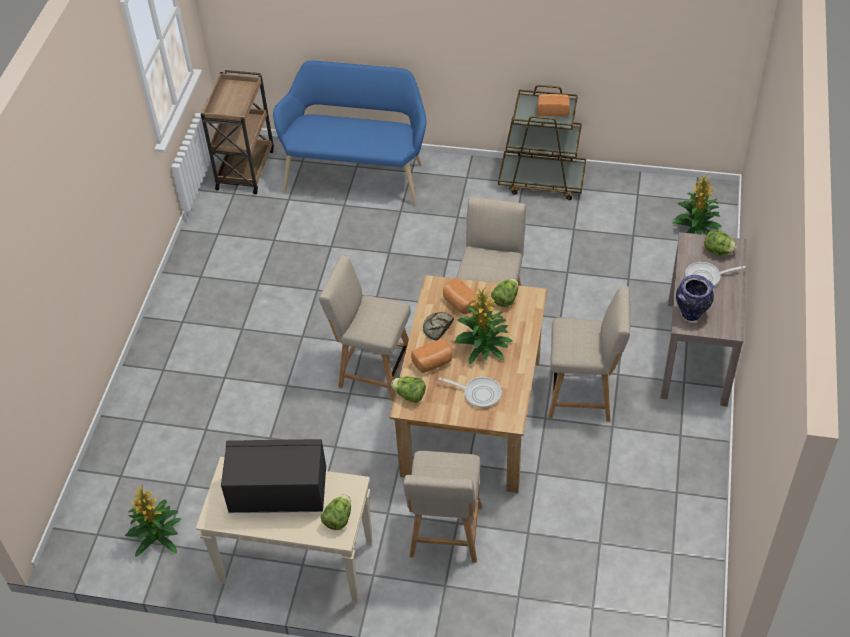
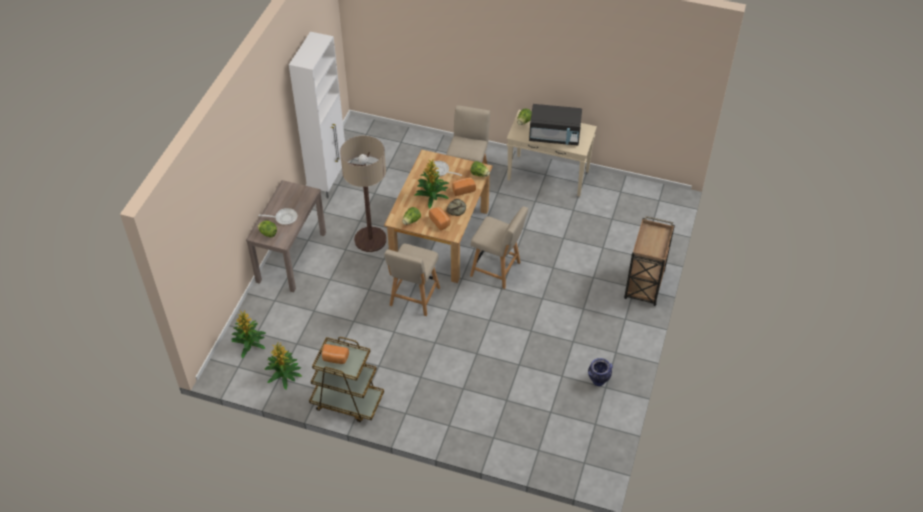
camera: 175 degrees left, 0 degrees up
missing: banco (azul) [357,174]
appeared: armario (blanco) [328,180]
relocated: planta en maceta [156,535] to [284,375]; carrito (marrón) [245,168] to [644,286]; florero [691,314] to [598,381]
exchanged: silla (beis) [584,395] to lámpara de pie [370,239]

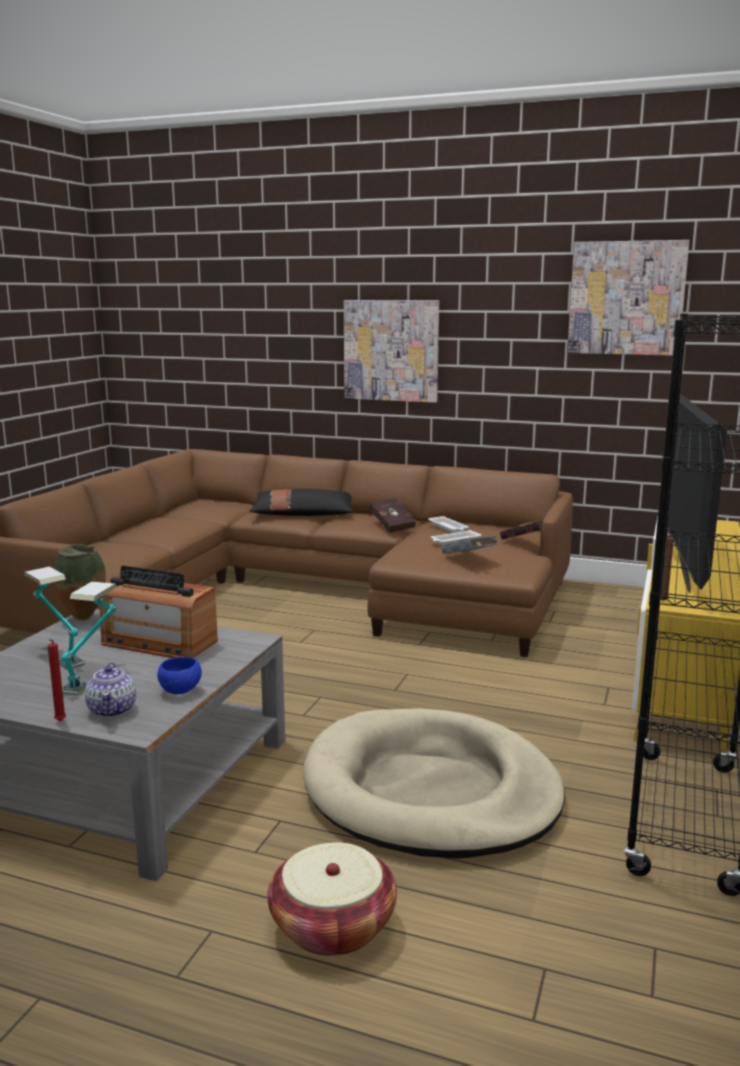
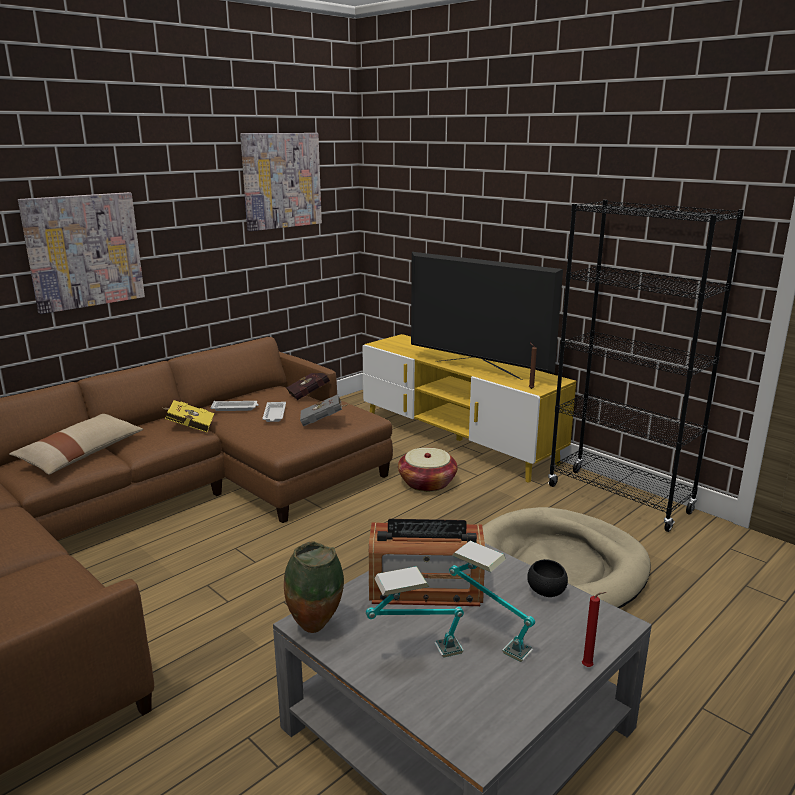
camera: 65 degrees left, 5 degrees up
missing: tetera [113,710]
relocated: cesta [332,926] to [427,483]
colour: cuenco (azul) [180,691] to cuenco (negro) [546,592]; cojín (negro) [303,514] to cojín (beis) [81,454]; libro (rojo) [391,526] to libro (amarillo) [189,427]
spun: radio [159,643] = [425,588] 45 degrees clockwise

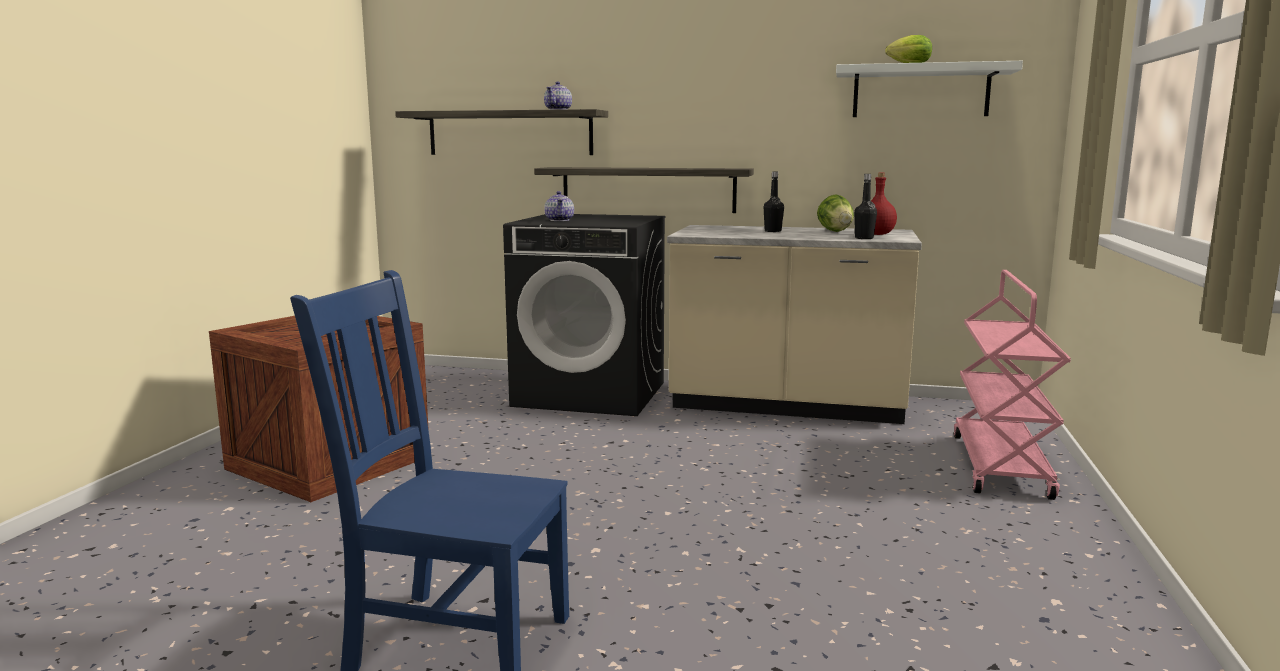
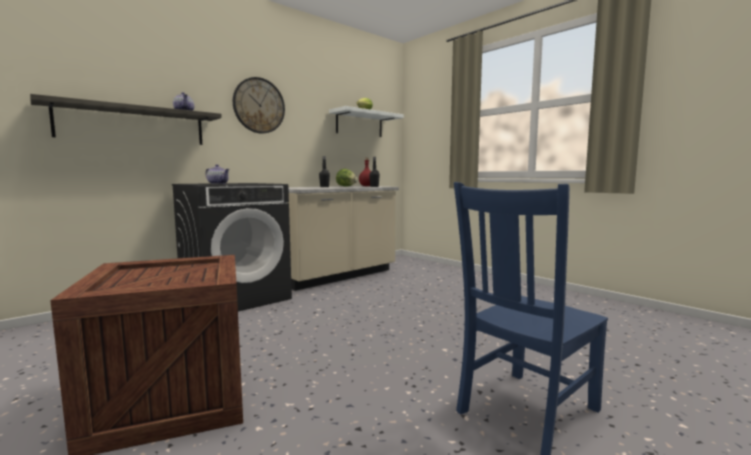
camera: 55 degrees left, 5 degrees down
missing: estante [648,189]; carrito (rosa) [1001,467]
appeared: reloj de pared [259,105]

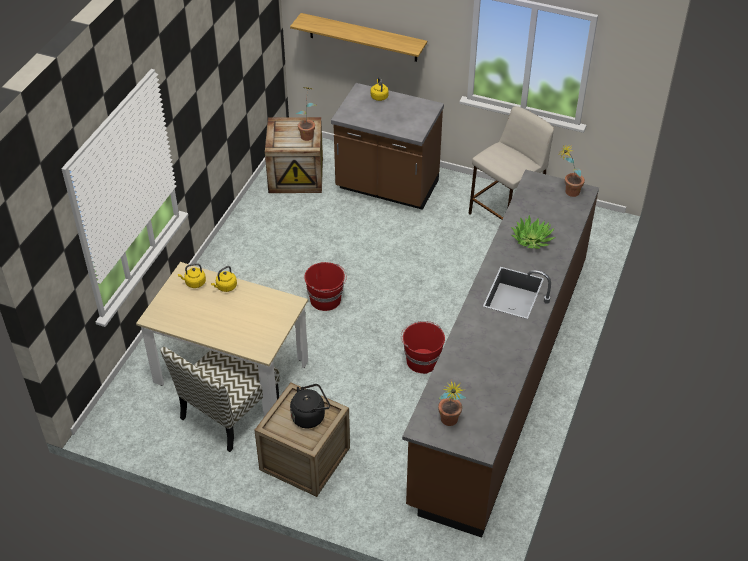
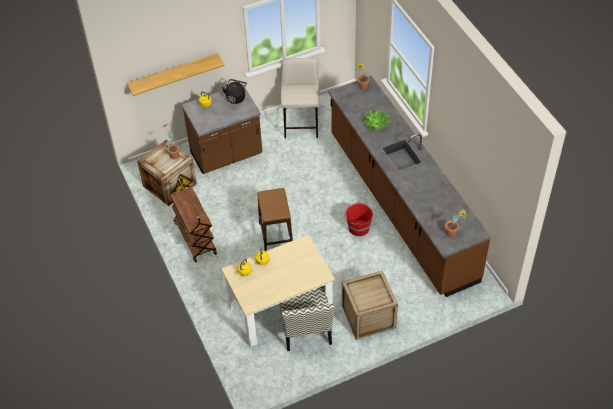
camera: 45 degrees left, 5 degrees up
appeared: carrito (marrón) [194,237]
relocated: hervidor (negro) [310,416] to [236,97]
exchanged: cubo (rojo) [326,300] to taburete [276,236]

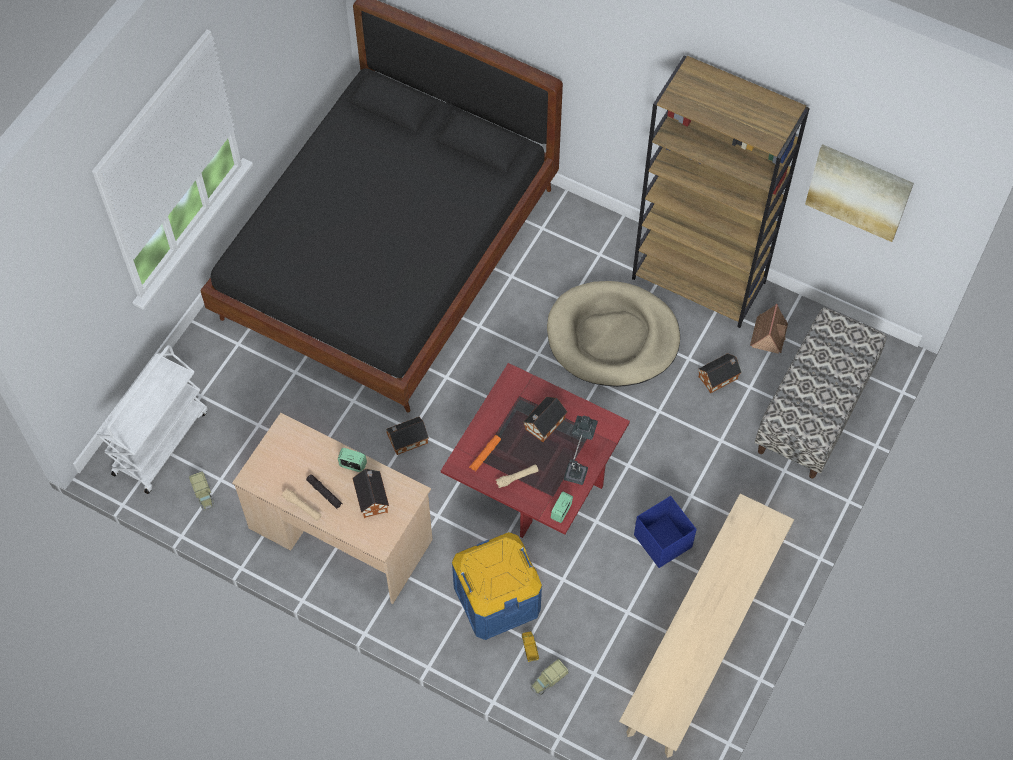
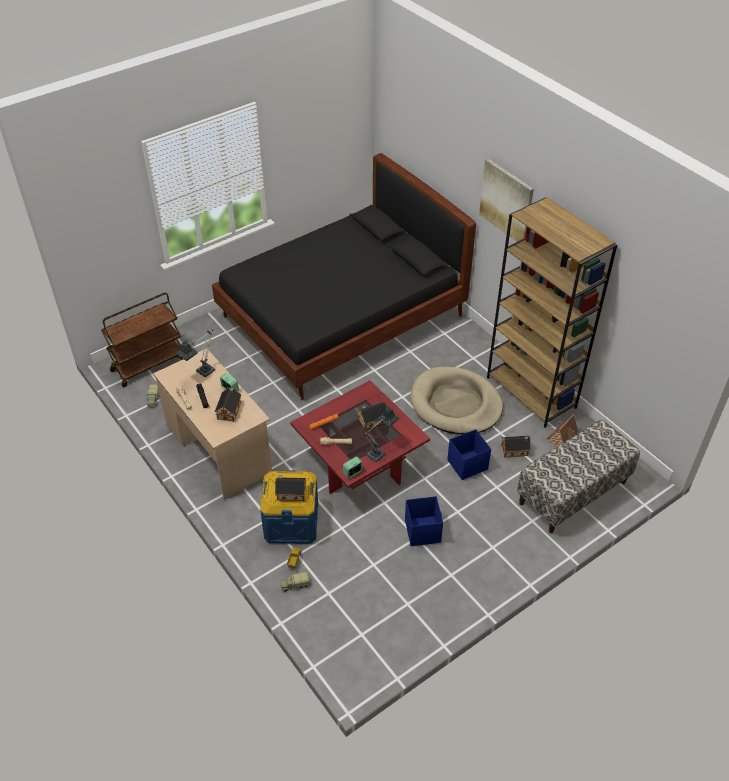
camera: 25 degrees right, 15 degrees down
missing: banco (beis) [702,641]
appeared: lámpara de mesa [202,373]; caja de almacenaje (azul) [466,465]
relocated: casita [406,440] to [290,493]; cuadro [859,191] to [506,201]
colour: carrito (blanco) [160,441] to carrito (marrón) [149,364]

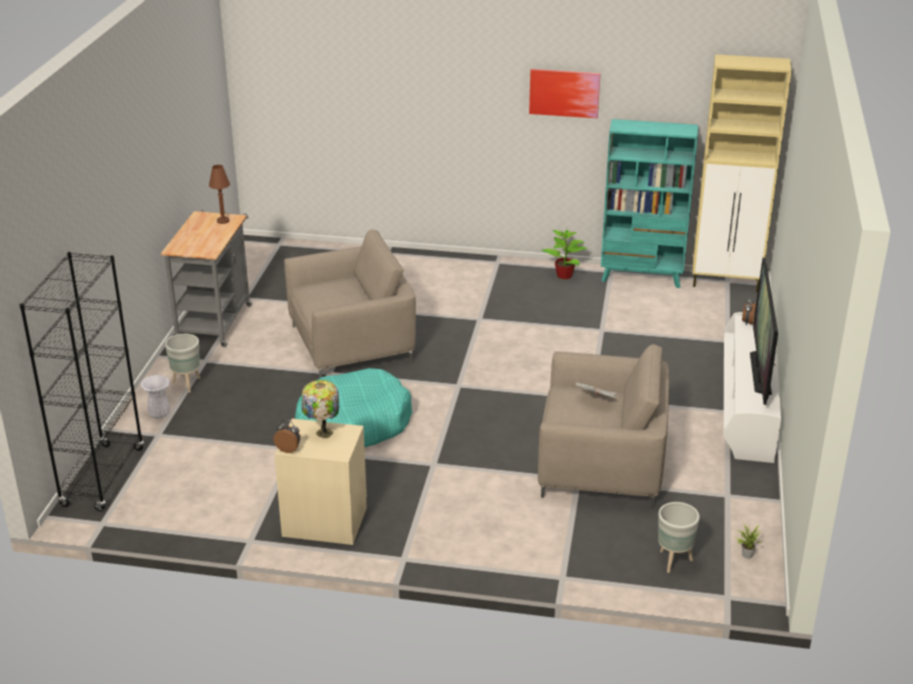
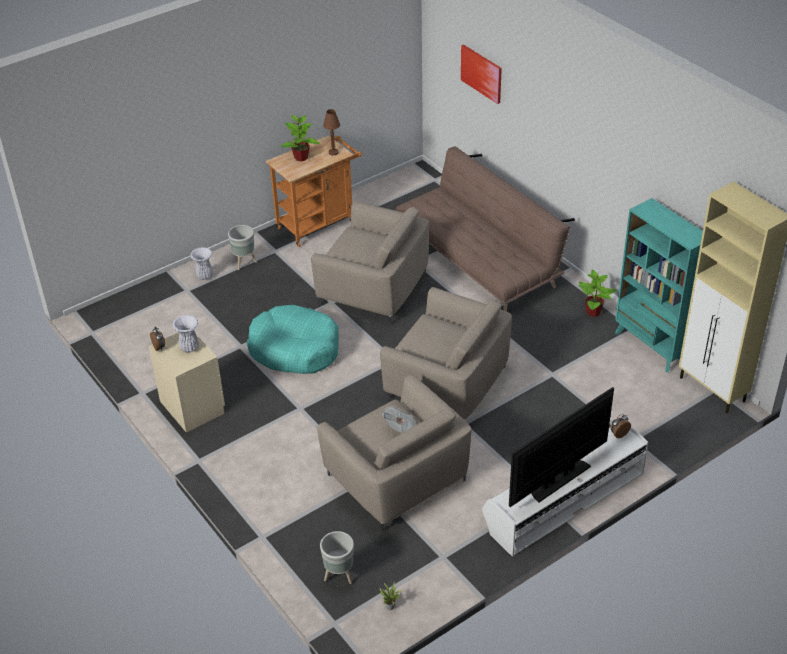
camera: 45 degrees right, 10 degrees up
missing: estantería (negro) [103,477]
appeared: planta en maceta [301,158]; sillón (beis) [447,383]; sofá (marrón) [478,259]
relocated: cuadro [564,93] to [481,73]
exchanged: lámpara de mesa [323,433] to florero (blanco) [190,348]
colour: carrito (gris) [216,320] to carrito (naranja) [319,223]

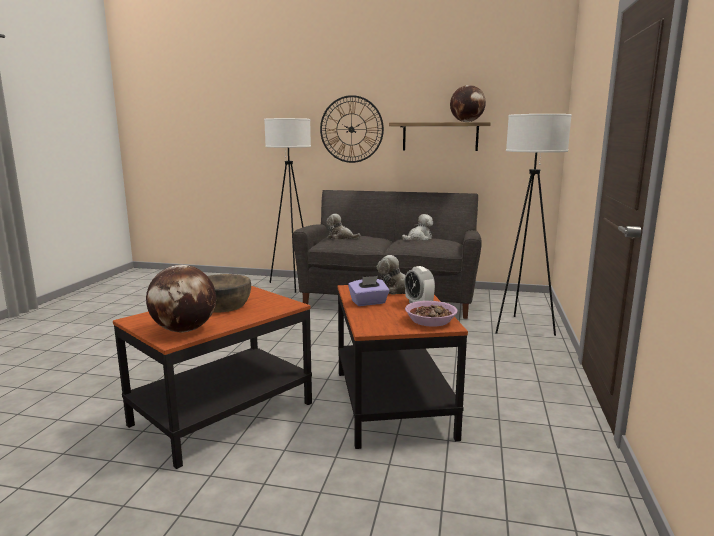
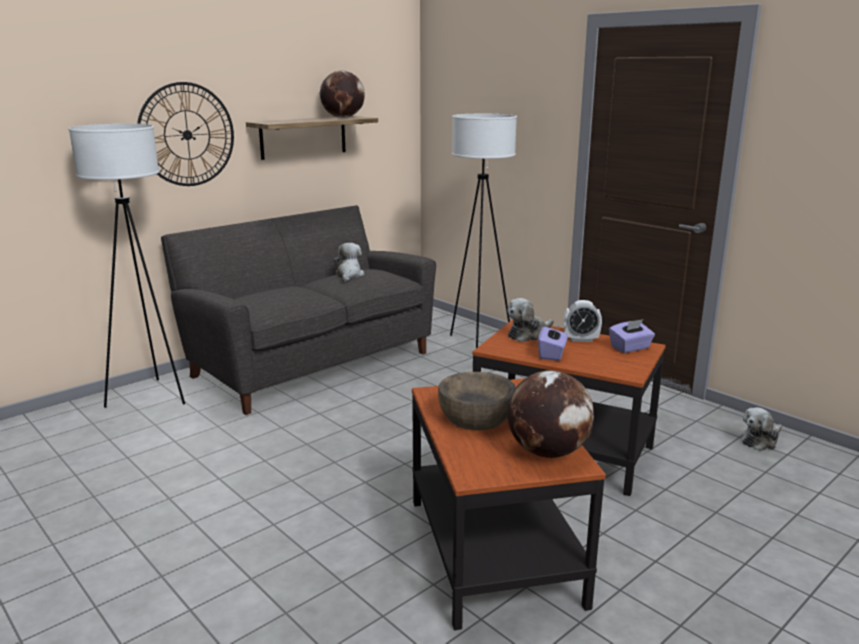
camera: 55 degrees left, 5 degrees up
relocated: peluche [341,237] to [760,440]
exchanged: cuenco [431,321] to caja de pañuelos (morado) [630,348]

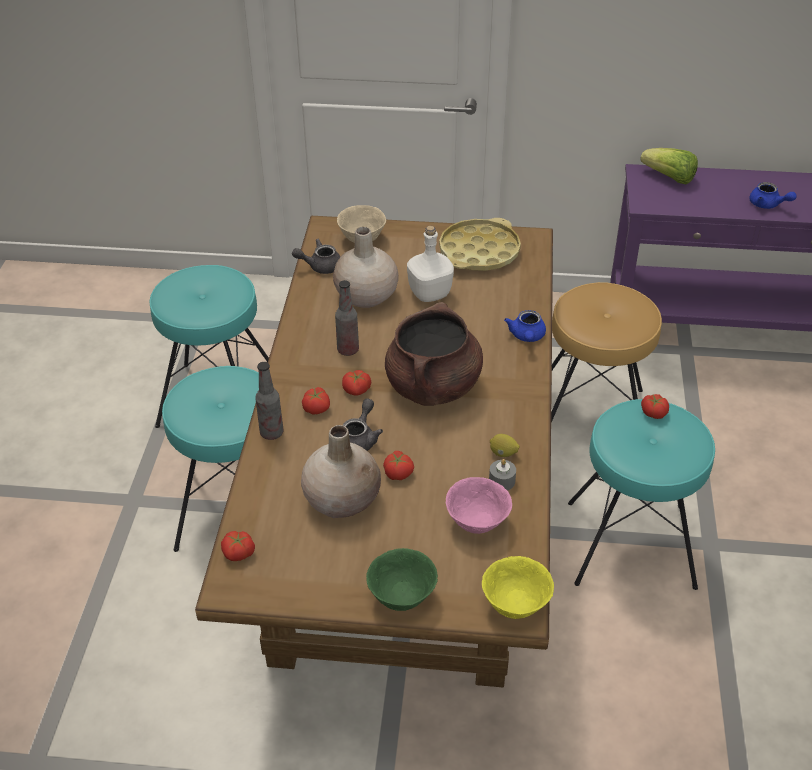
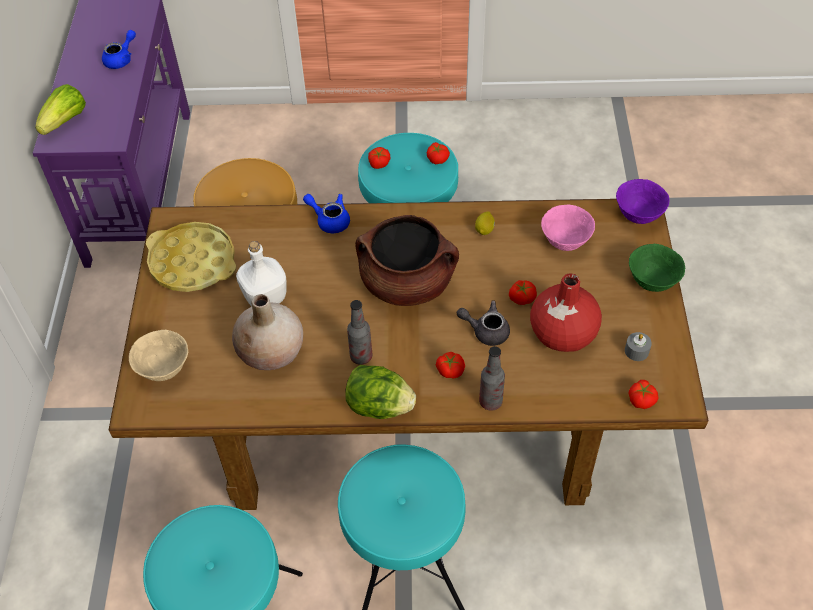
camera: 95 degrees left, 10 degrees up
missing: tetera (gris) [320,266]
appeared: lechuga [379,406]
relocated: tomate [357,390] to [438,159]; vela (gris) [502,481] to [636,351]
colour: florero (beis) [342,499] to florero (rojo) [562,333]; cuenco (amarillo) [516,605] to cuenco (morado) [638,215]
spun: tetera (azul) [526,337] = [329,220] 150 degrees counterclockwise

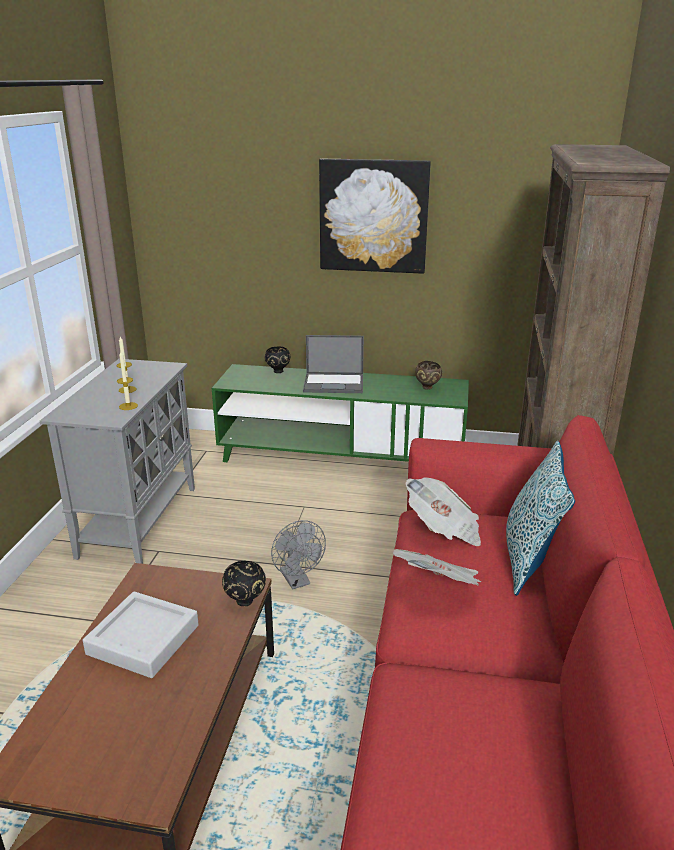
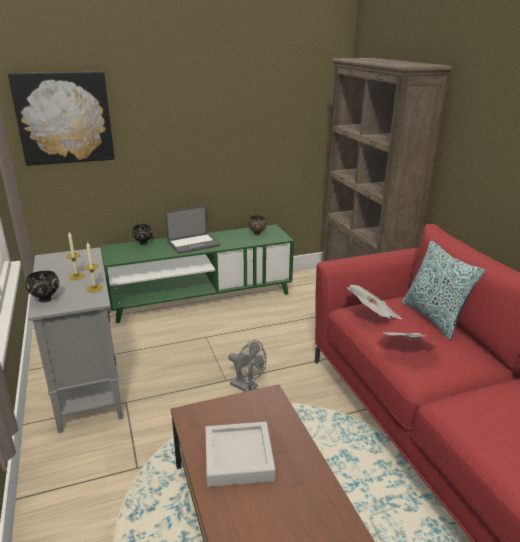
camera: 30 degrees left, 0 degrees up
relocated: cuenco (negro) [246,601] to [46,299]; cuadro [373,216] to [64,118]

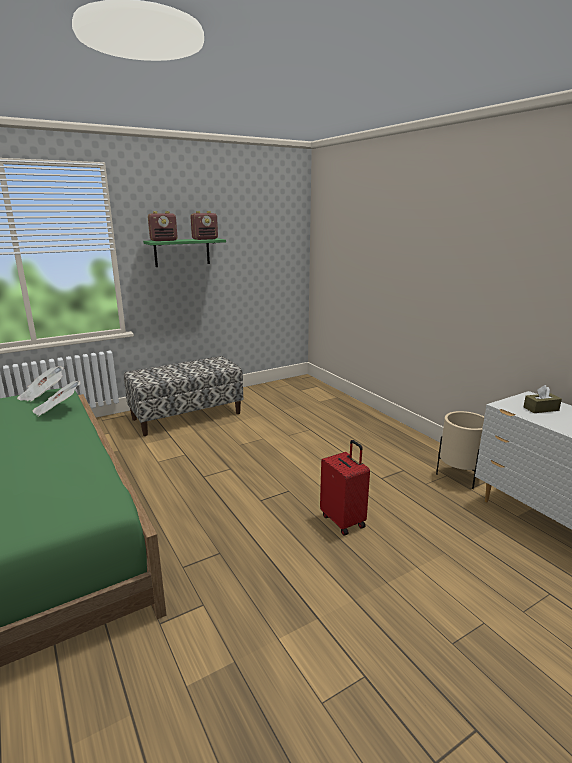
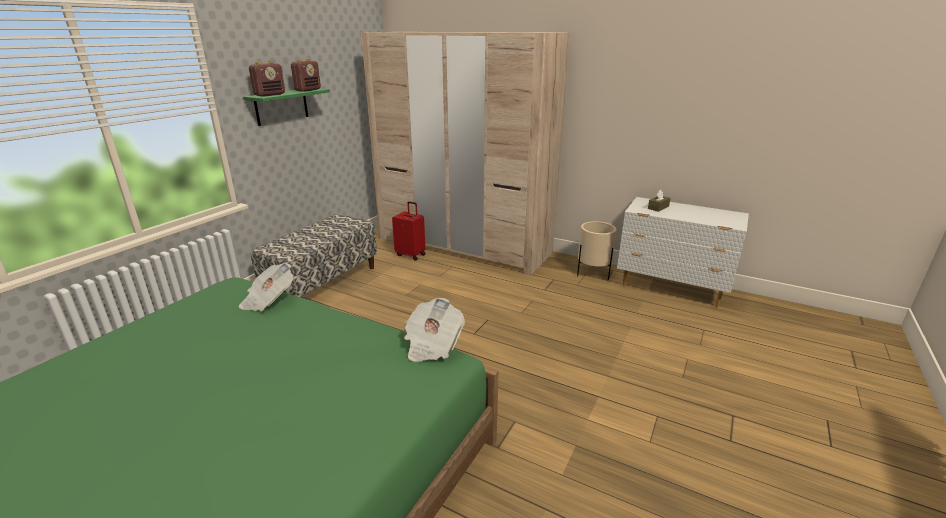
camera: 30 degrees left, 5 degrees up
appeared: armario ropero (beis) [463,245]
relocated: periódico [42,395] to [432,344]; maleta (rojo) [343,521] to [411,255]

